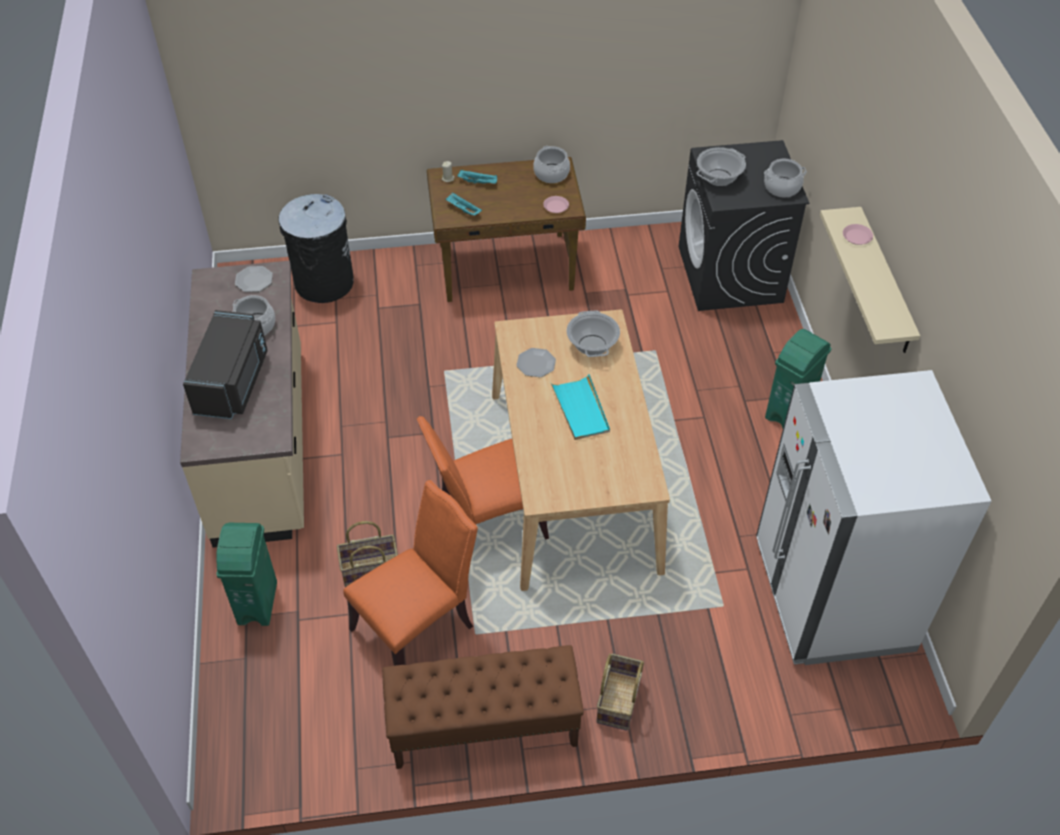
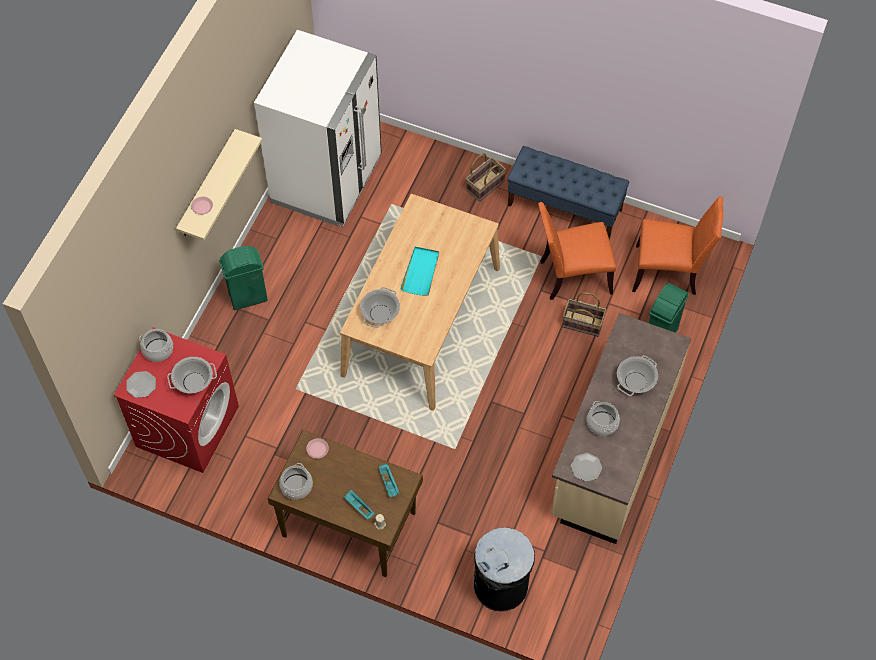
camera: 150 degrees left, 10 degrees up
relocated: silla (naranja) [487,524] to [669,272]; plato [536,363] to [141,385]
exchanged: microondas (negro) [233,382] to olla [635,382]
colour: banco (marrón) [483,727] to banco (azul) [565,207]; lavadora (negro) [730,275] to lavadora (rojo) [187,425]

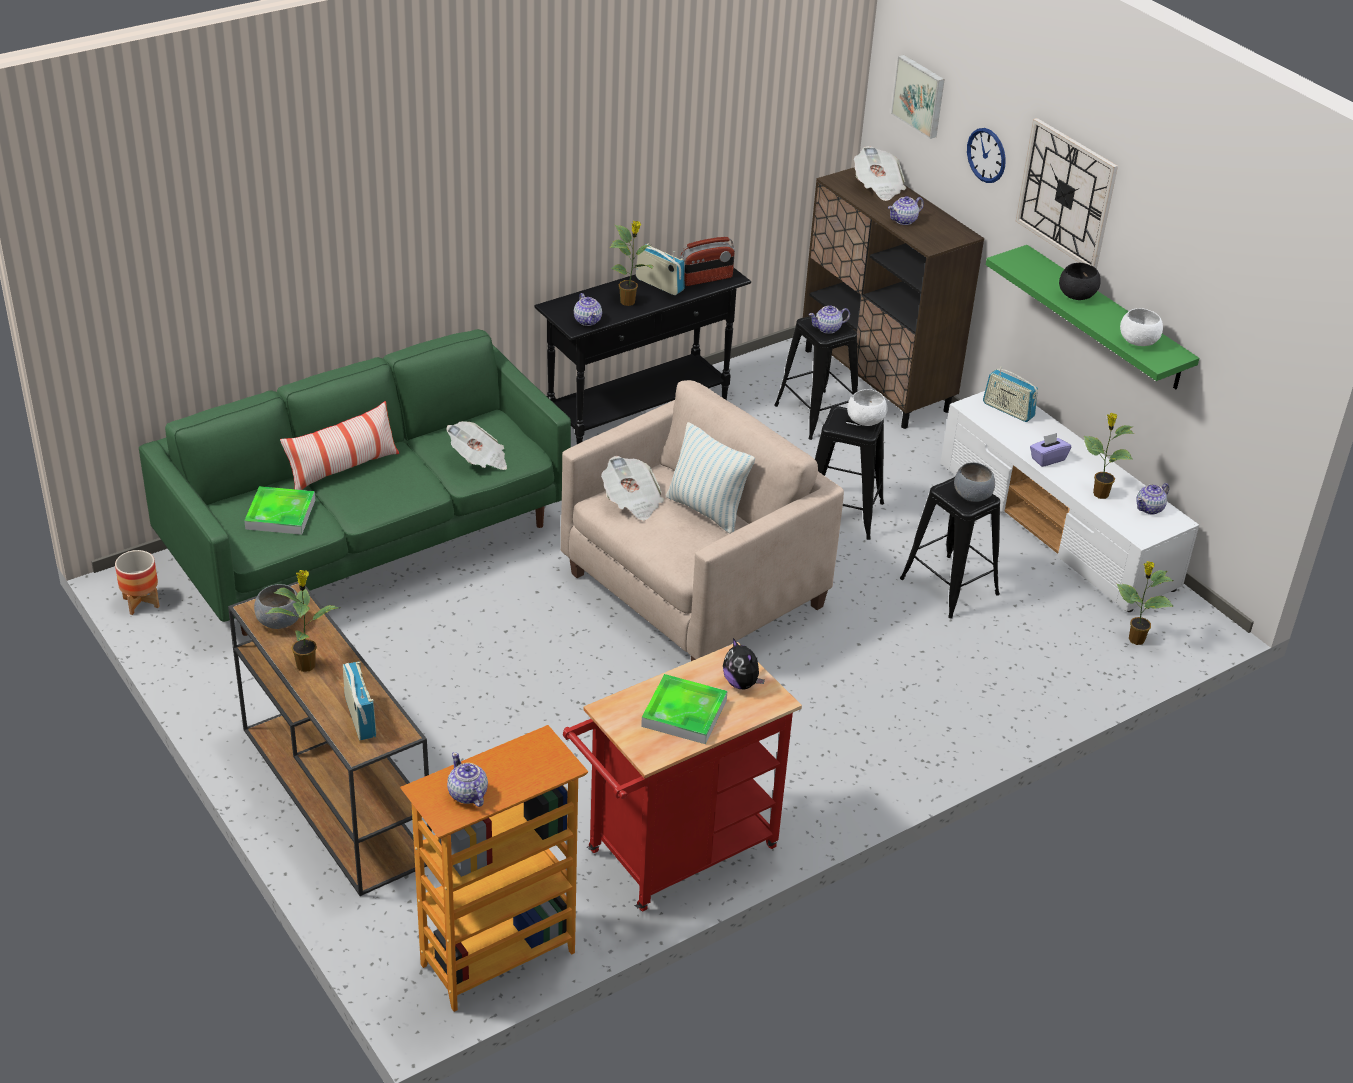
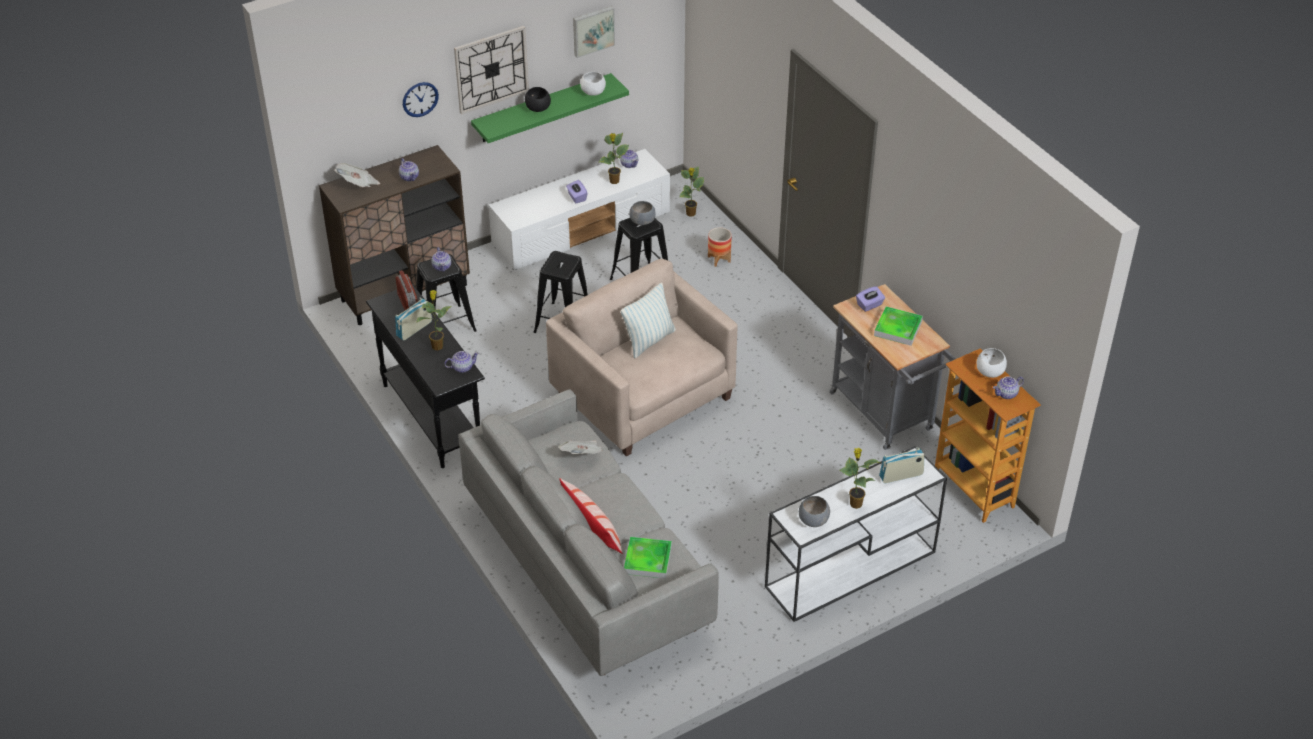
camera: 85 degrees left, 5 degrees up
missing: periódico [632,502]; radio [1008,410]
relocated: maceta [141,603] to [719,259]; cuenco (blanco) [865,420] to [989,372]; cuadro [920,95] to [593,30]
exchanged: peluche [741,683] to caja de pañuelos (morado) [869,305]
colour: sofá (verde) [369,542] to sofá (gris) [587,567]; mesa consola (marrón) [333,793] to mesa consola (blanco) [849,570]; carrito (rojo) [672,855] to carrito (gris) [885,415]

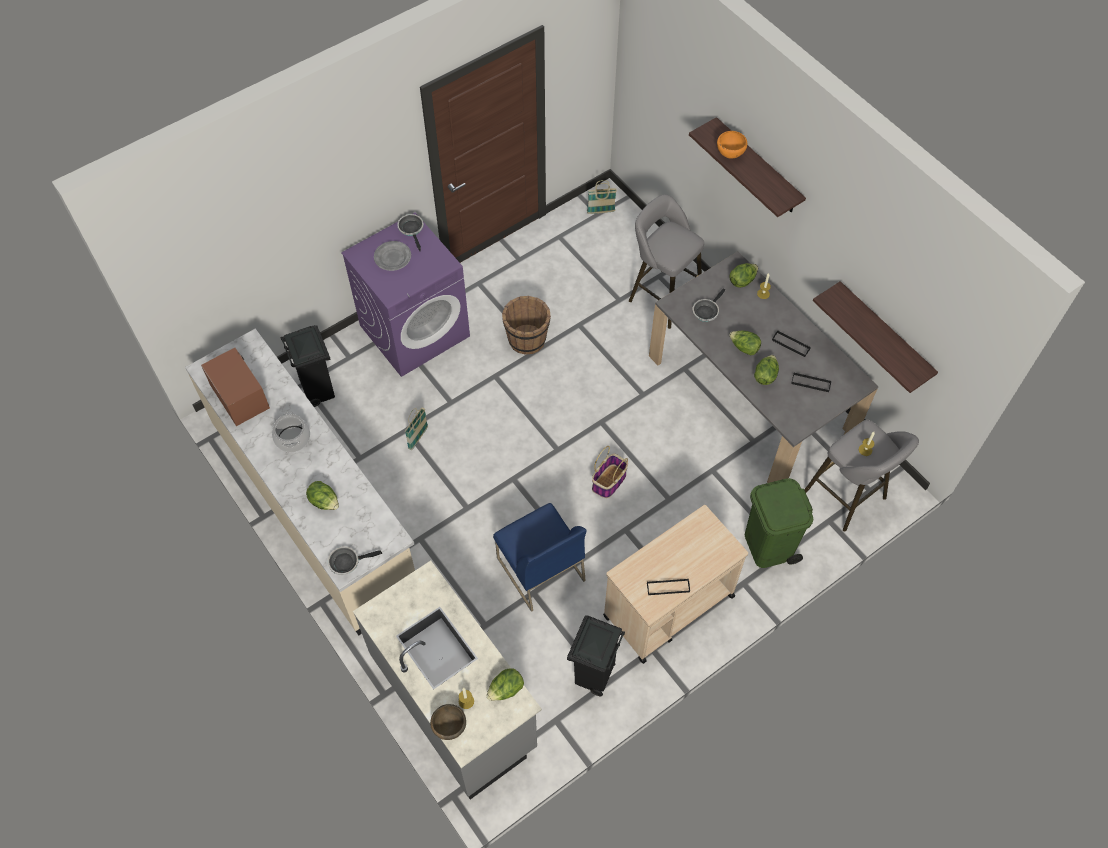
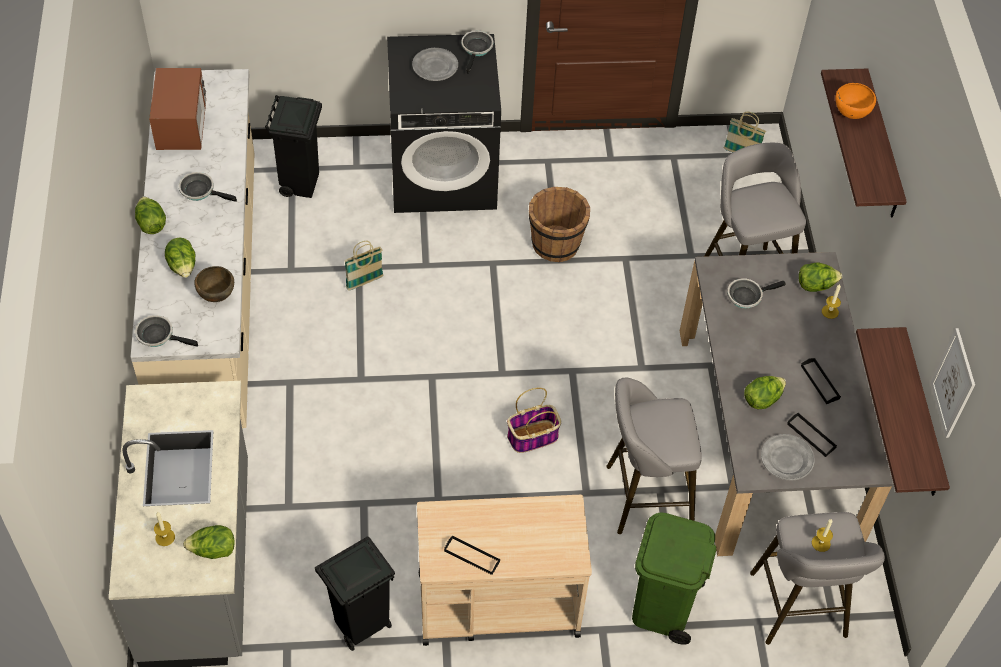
camera: 30 degrees right, 5 degrees down
missing: silla (azul) [539,569]
appeared: taburete (gris) [643,497]; plato (gris) [787,459]; cuadro [953,383]
relocated: cuenco (marrón) [449,728] to [216,296]; lechuga [744,348] to [151,224]
exchanged: olla [292,439] to sartén [200,191]
colour: lavadora (morado) [415,330] to lavadora (negro) [444,174]

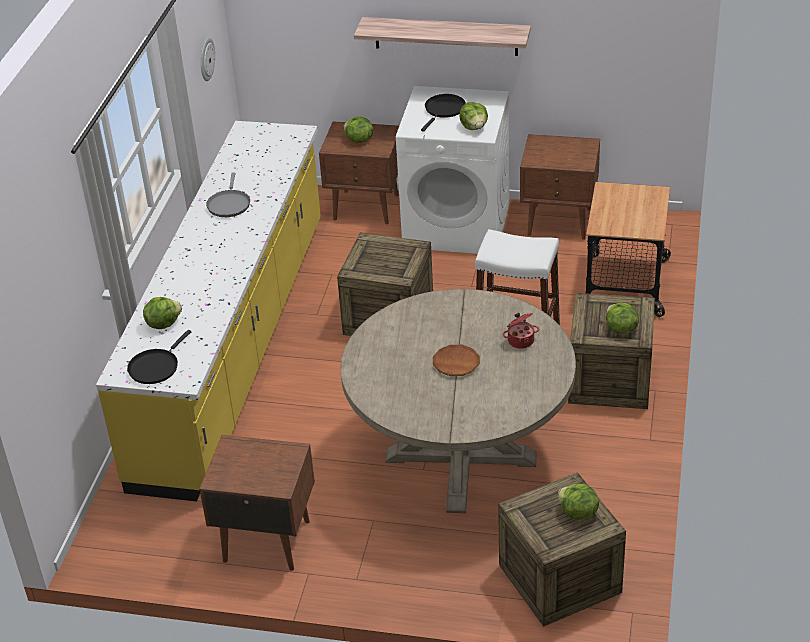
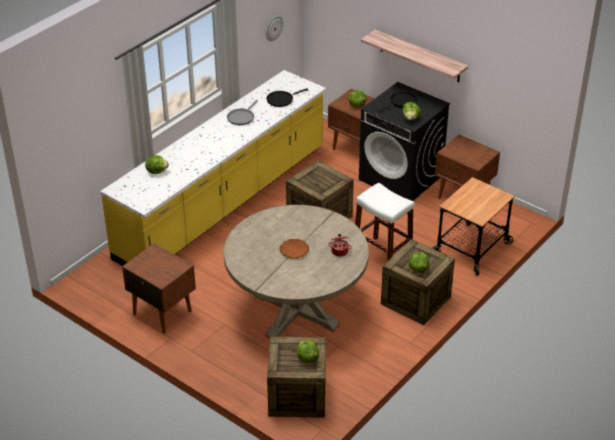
camera: 25 degrees right, 0 degrees up
relocated: sartén (negro) [155,367] to [281,100]
colour: lavadora (blanco) [457,225] to lavadora (negro) [401,178]

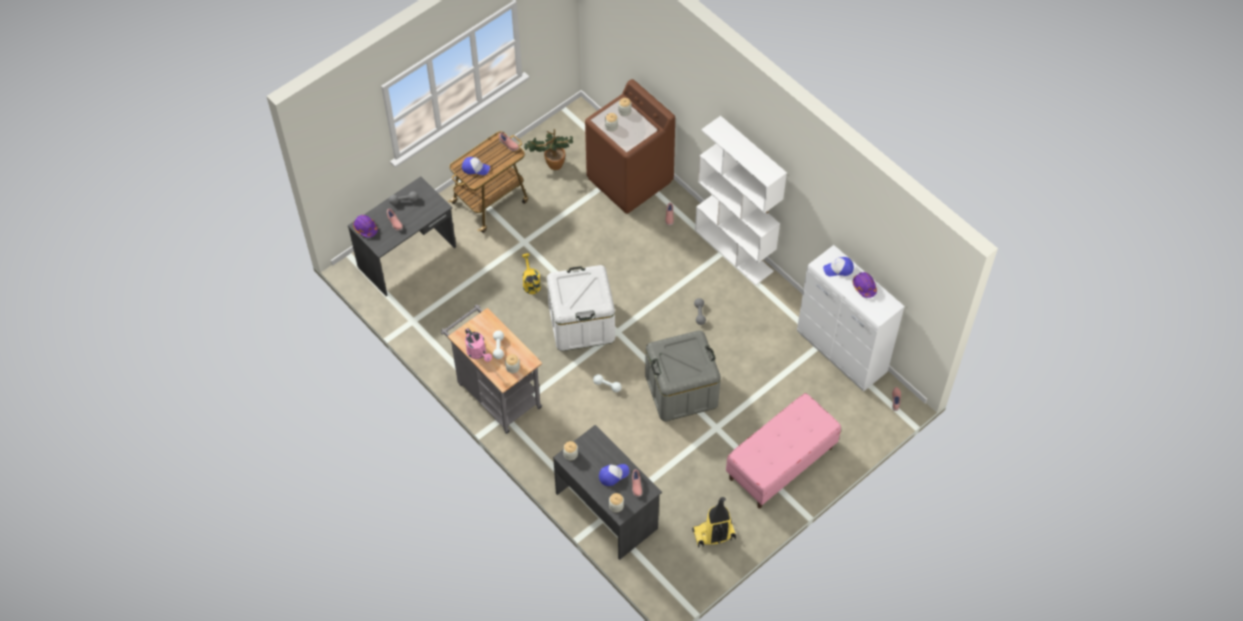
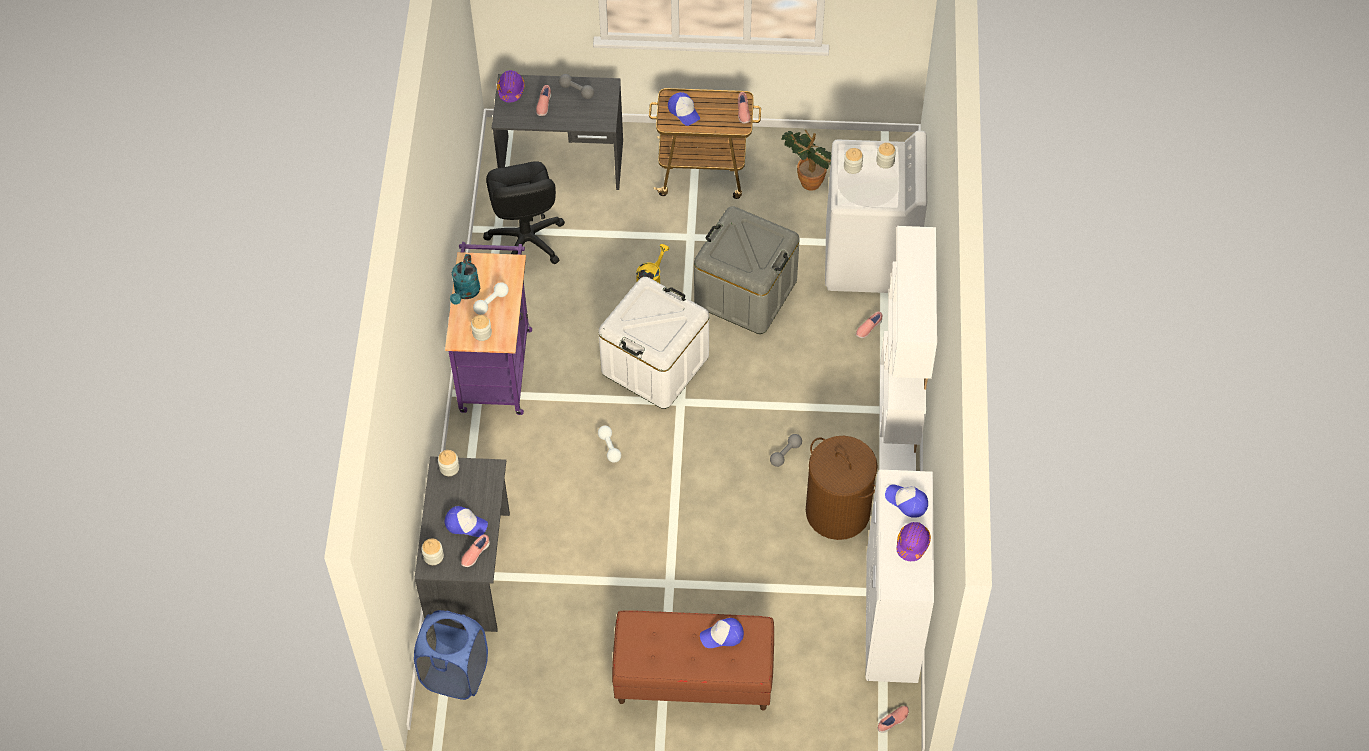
camera: 45 degrees right, 0 degrees up
missing: aspiradora [714,535]
appeared: cesto de la ropa (azul) [455,674]; silla de oficina (negro) [526,241]; gorra [722,636]; cesto de la ropa (marrón) [838,511]
relocated: caja de almacenaje (gris) [681,390] to [745,292]
colour: carrito (gris) [495,393] to carrito (morado) [496,364]; regadera (rosa) [478,353] to regadera (turquesa) [466,293]; lavadora (marrón) [630,180] to lavadora (blanco) [870,258]; banco (rosa) [781,463] to banco (marrón) [693,678]

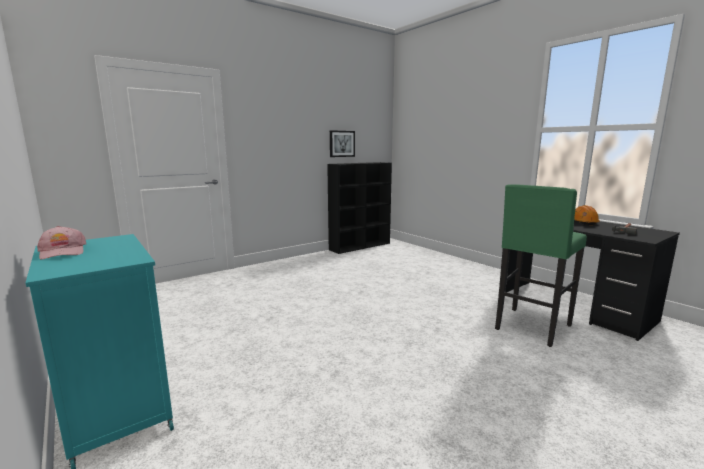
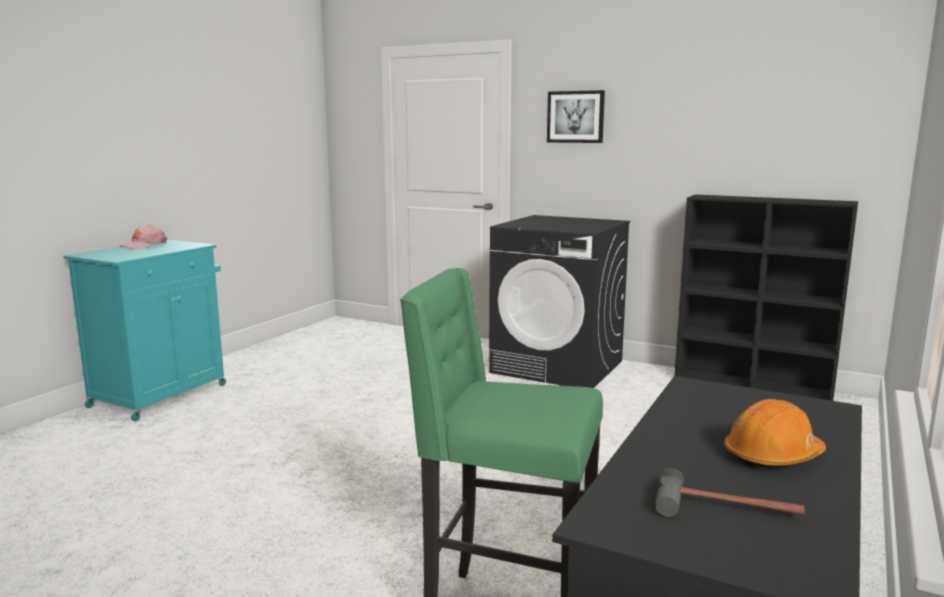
camera: 65 degrees right, 0 degrees up
appeared: lavadora (negro) [558,367]
relocated: cuadro [341,143] to [575,117]

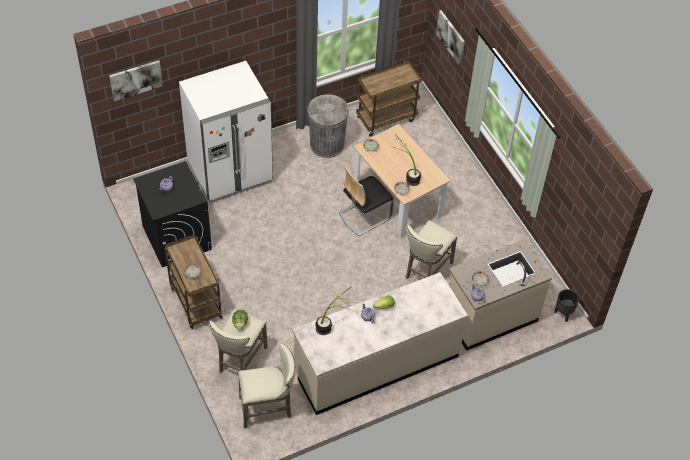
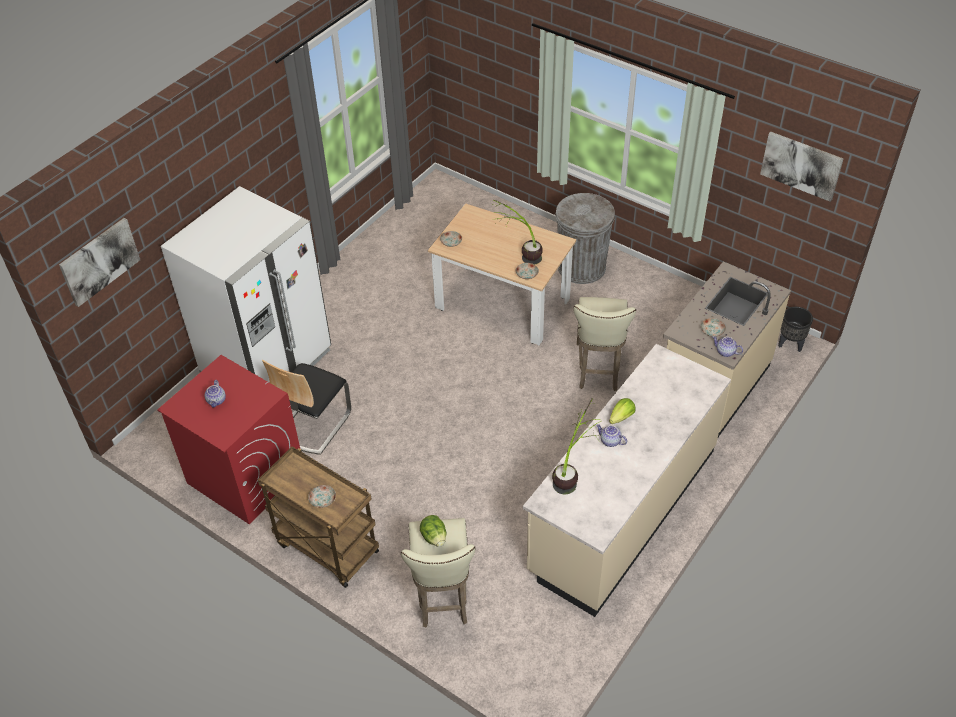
camera: 25 degrees left, 5 degrees down
missing: taburete (beis) [268,408]; carrito (marrón) [386,118]
relocated: papelera (gris) [327,144] to [581,267]; silla [364,215] to [313,424]; cuadro [451,37] to [801,165]
colour: lavadora (negro) [176,237] to lavadora (rojo) [245,476]

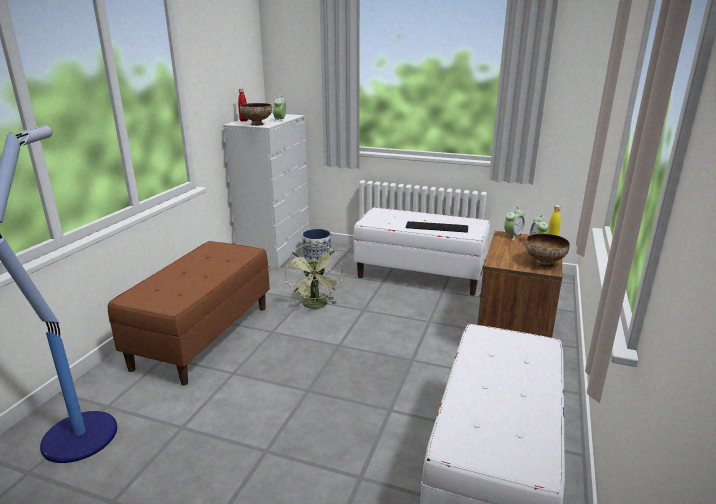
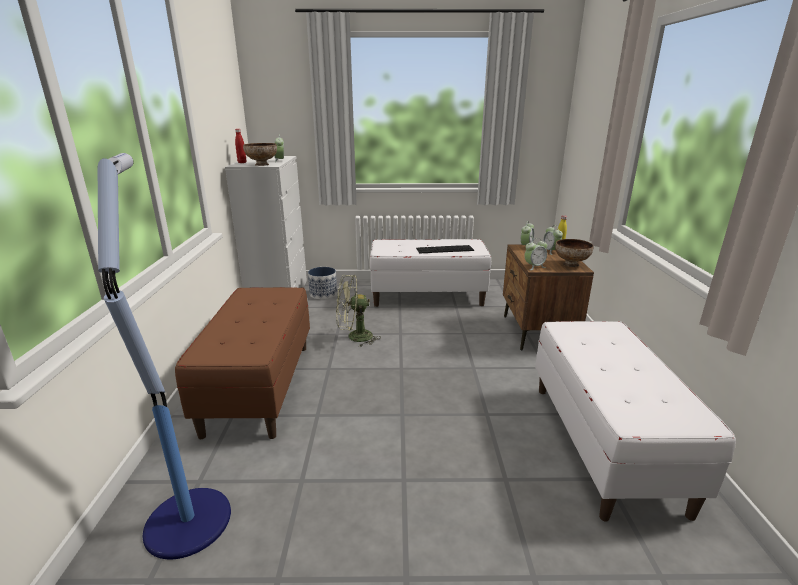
camera: 20 degrees left, 0 degrees up
appeared: despertador [534,267]
spun: ventilador (verde) [316,306] = [354,337] 105 degrees clockwise

